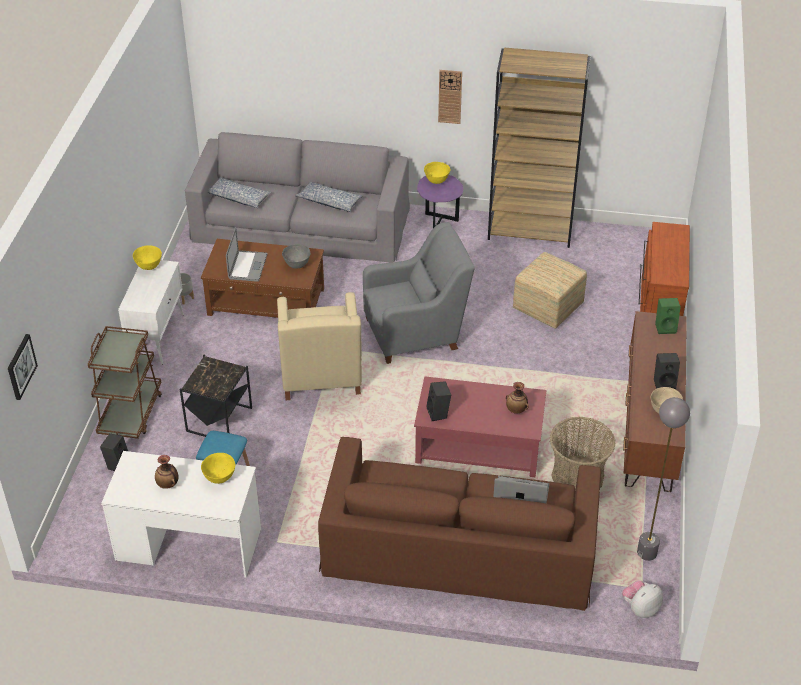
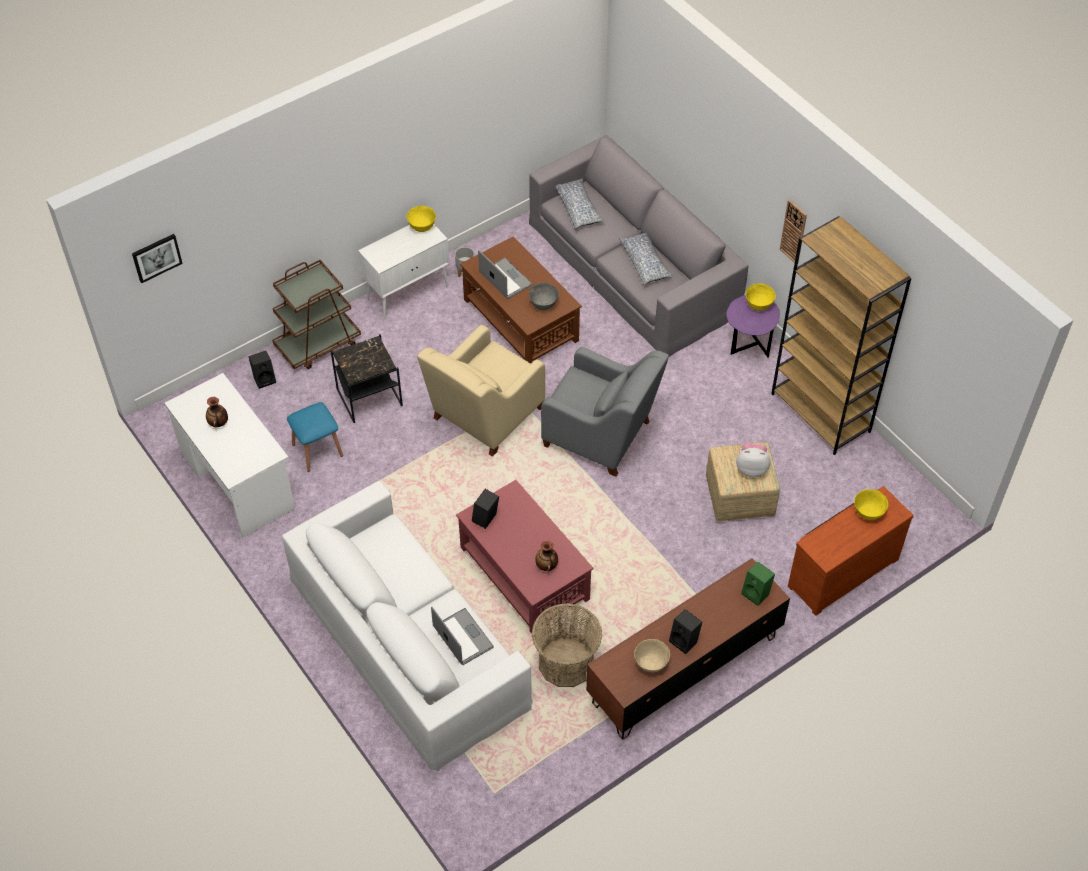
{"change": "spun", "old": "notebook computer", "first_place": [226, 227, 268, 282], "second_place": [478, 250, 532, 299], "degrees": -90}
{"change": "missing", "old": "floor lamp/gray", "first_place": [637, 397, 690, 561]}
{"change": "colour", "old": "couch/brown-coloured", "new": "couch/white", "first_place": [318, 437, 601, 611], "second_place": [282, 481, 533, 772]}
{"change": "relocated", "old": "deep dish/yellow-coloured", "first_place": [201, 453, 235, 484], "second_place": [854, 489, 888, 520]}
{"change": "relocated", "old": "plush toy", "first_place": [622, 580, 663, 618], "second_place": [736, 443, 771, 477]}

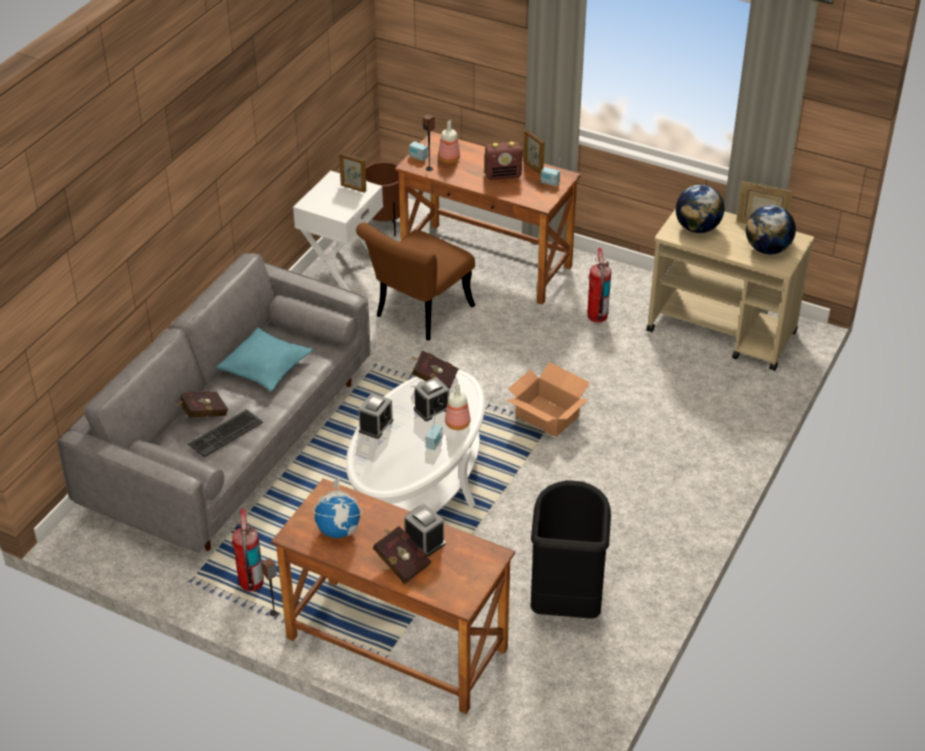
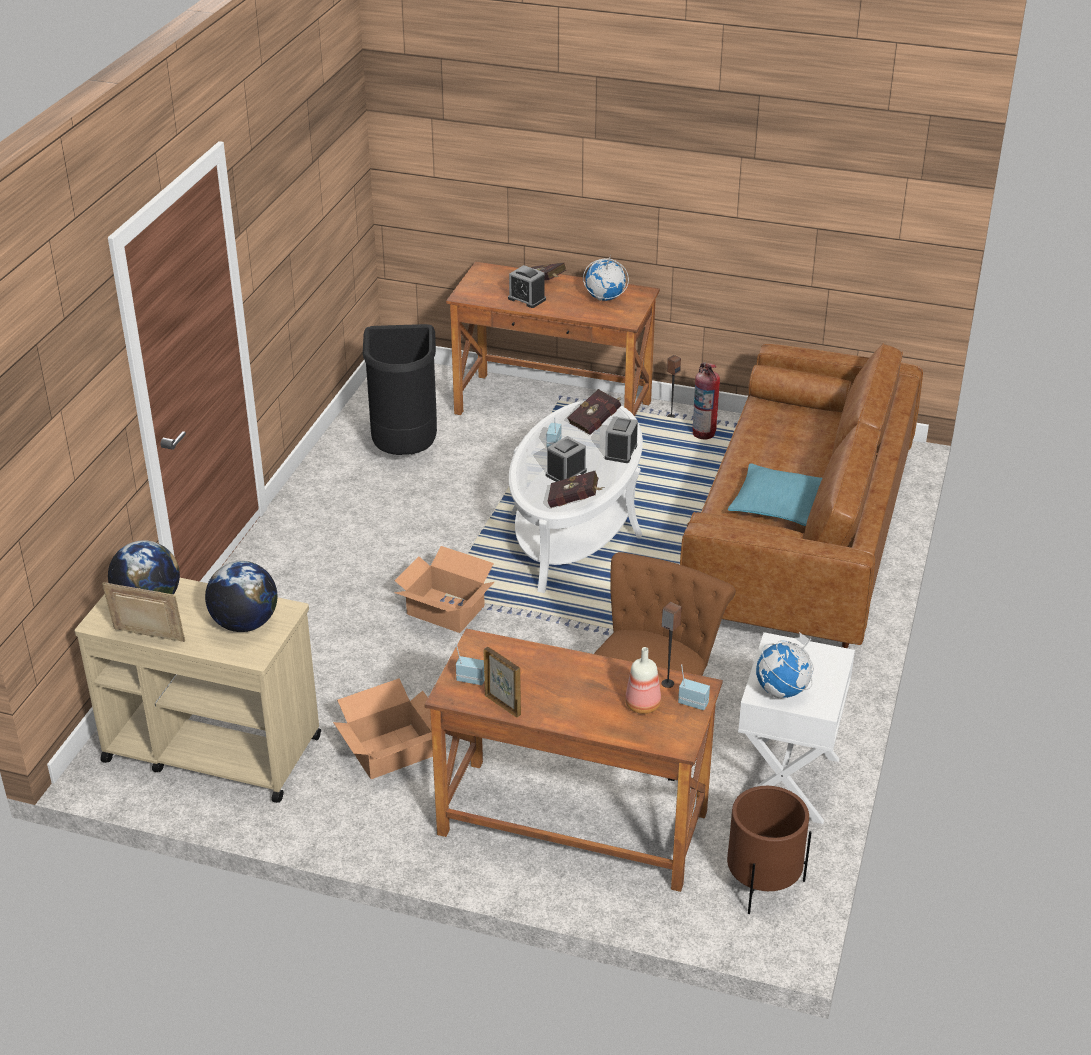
{"change": "missing", "old": "radio receiver", "first_place": [485, 141, 522, 180]}
{"change": "exchanged", "old": "standing frame", "new": "world globe", "first_place": [339, 152, 366, 193], "second_place": [756, 632, 814, 698]}
{"change": "exchanged", "old": "extinguisher", "new": "carton", "first_place": [587, 248, 611, 322], "second_place": [333, 678, 433, 779]}
{"change": "colour", "old": "couch/gray", "new": "couch/brown-coloured", "first_place": [57, 253, 370, 553], "second_place": [680, 343, 923, 648]}
{"change": "missing", "old": "bottle", "first_place": [445, 384, 470, 430]}
{"change": "relocated", "old": "book/reddish", "first_place": [176, 391, 229, 417], "second_place": [567, 389, 621, 435]}
{"change": "missing", "old": "computer keyboard", "first_place": [188, 409, 263, 457]}

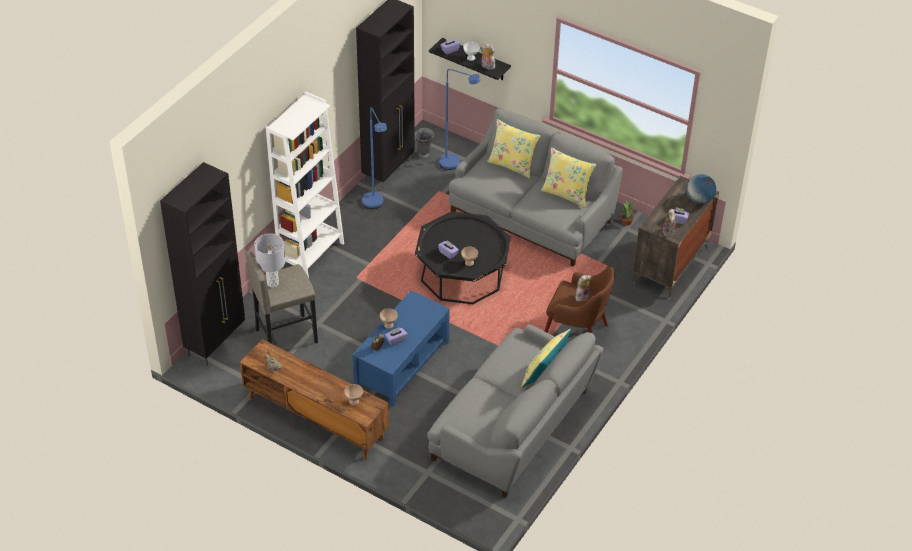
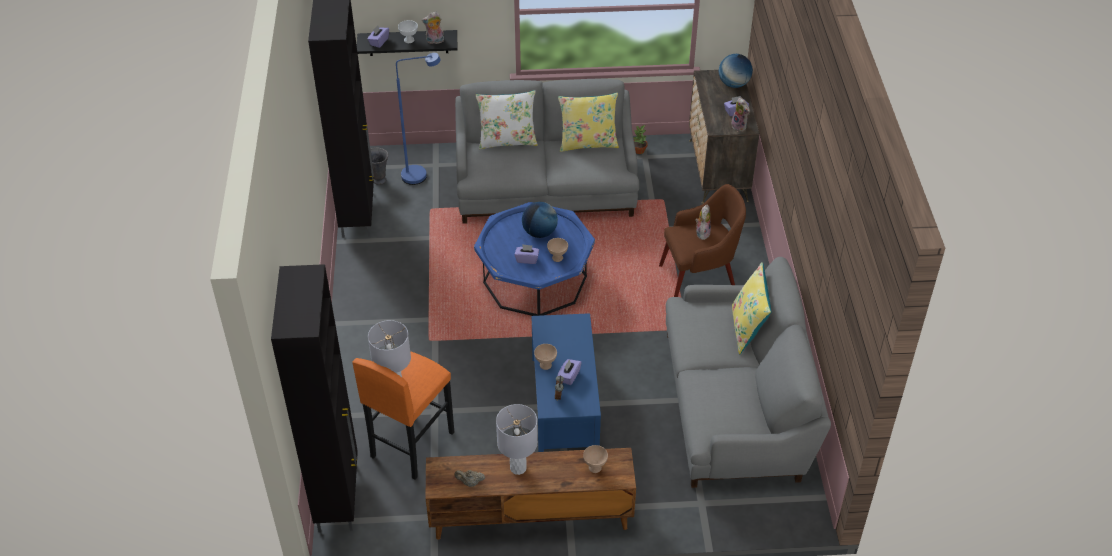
{"change": "missing", "old": "bookcase/white", "first_place": [266, 92, 344, 278]}
{"change": "missing", "old": "floor lamp/blue-coloured", "first_place": [362, 107, 387, 209]}
{"change": "colour", "old": "pillow/yellow-coloured", "new": "pillow/white", "first_place": [487, 119, 541, 179], "second_place": [475, 90, 538, 149]}
{"change": "colour", "old": "low table/black", "new": "low table/blue-coloured", "first_place": [415, 212, 510, 304], "second_place": [474, 202, 595, 316]}
{"change": "colour", "old": "stool/gray", "new": "stool/orange", "first_place": [245, 250, 318, 344], "second_place": [352, 351, 454, 480]}
{"change": "appeared", "new": "world globe", "second_place": [522, 202, 558, 238]}
{"change": "appeared", "new": "lamp for a table/gray", "second_place": [496, 404, 538, 475]}

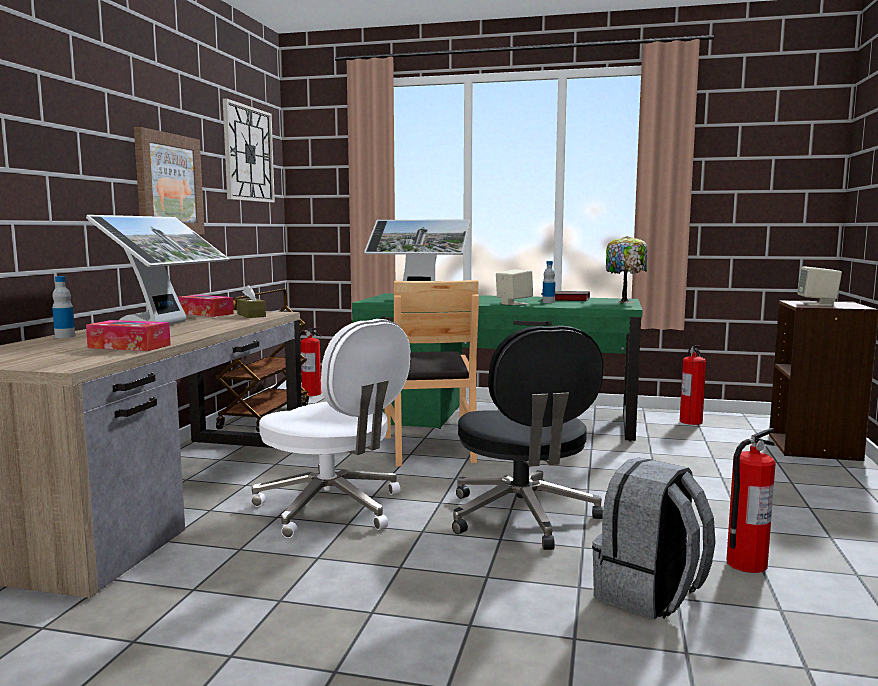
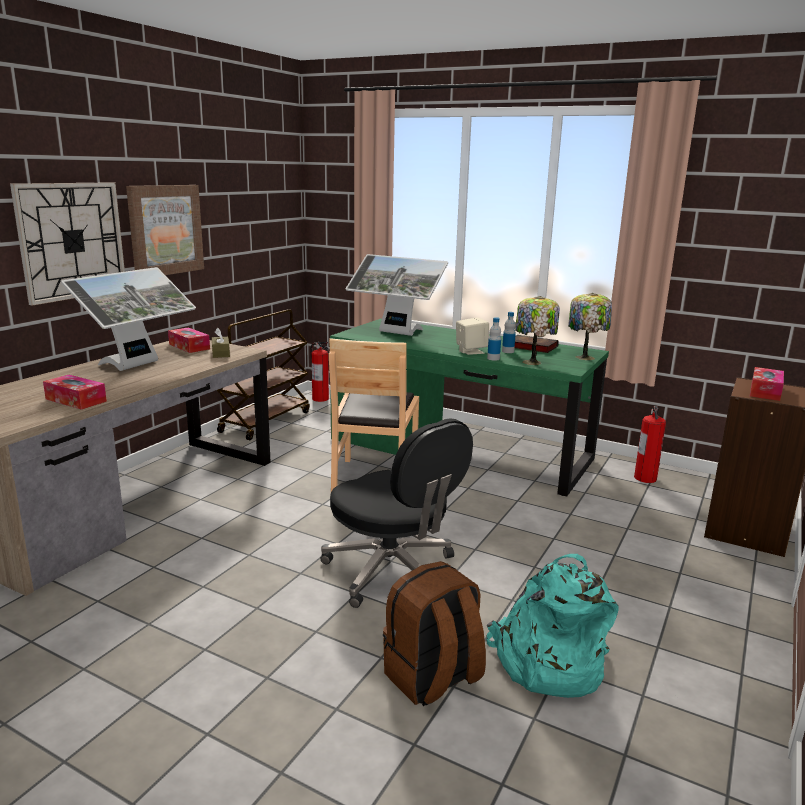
{"change": "relocated", "old": "clock on the wall", "first_place": [223, 98, 275, 203], "second_place": [10, 182, 125, 306]}
{"change": "exchanged", "old": "speaker/sand-coloured", "new": "tissue box", "first_place": [797, 266, 842, 306], "second_place": [750, 367, 784, 401]}
{"change": "relocated", "old": "bottle", "first_place": [52, 276, 75, 338], "second_place": [487, 317, 501, 361]}
{"change": "missing", "old": "desk chair/white", "first_place": [251, 319, 410, 538]}
{"change": "spun", "old": "desk chair/black", "first_place": [452, 325, 603, 550], "second_place": [321, 418, 473, 608], "degrees": -45}
{"change": "exchanged", "old": "extinguisher", "new": "backpack/blue-green", "first_place": [727, 428, 776, 573], "second_place": [486, 554, 619, 698]}
{"change": "colour", "old": "backpack/gray", "new": "backpack/brown-coloured", "first_place": [592, 458, 716, 620], "second_place": [383, 561, 486, 706]}
{"change": "appeared", "new": "lamp for a table", "second_place": [515, 296, 560, 365]}

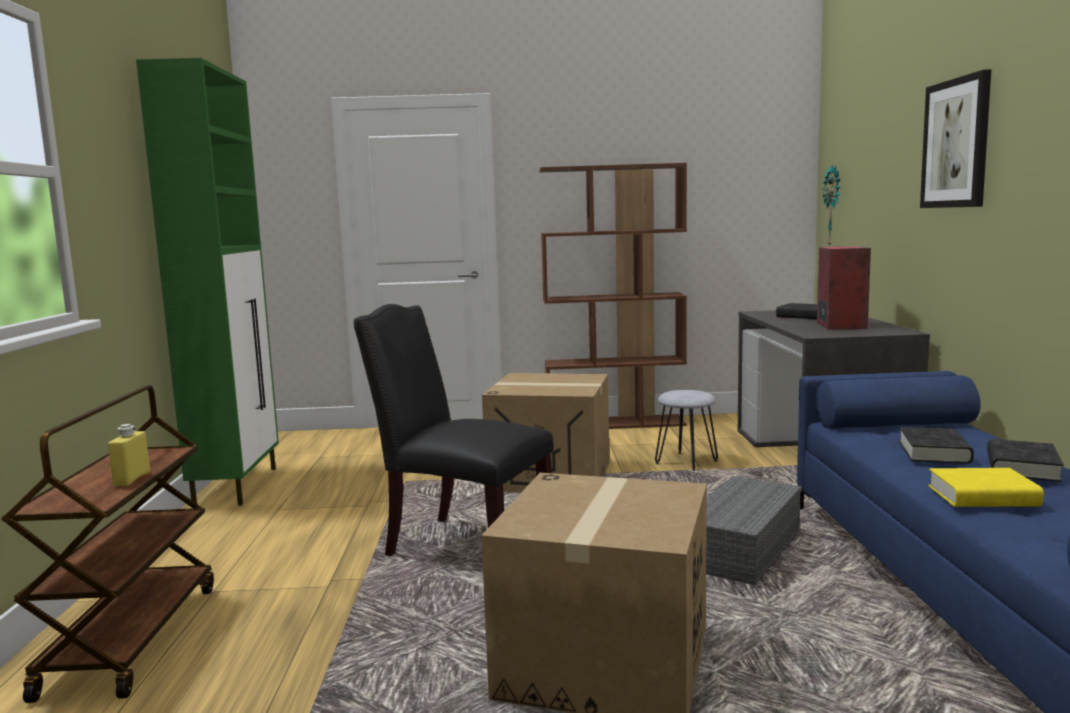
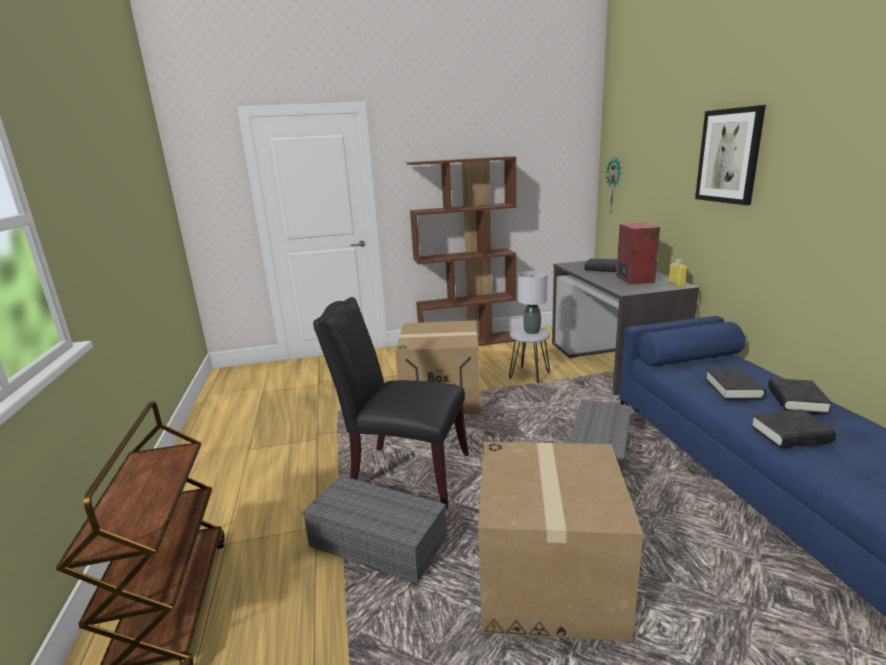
{"change": "missing", "old": "cabinet/green", "first_place": [136, 58, 279, 506]}
{"change": "relocated", "old": "bottle/yellow-coloured", "first_place": [108, 424, 150, 486], "second_place": [668, 259, 687, 287]}
{"change": "colour", "old": "book/yellow-coloured", "new": "book/black", "first_place": [928, 468, 1044, 507], "second_place": [751, 409, 836, 448]}
{"change": "appeared", "new": "lamp for a table/gray", "second_place": [518, 271, 548, 334]}
{"change": "appeared", "new": "storage bin/gray", "second_place": [302, 476, 447, 583]}

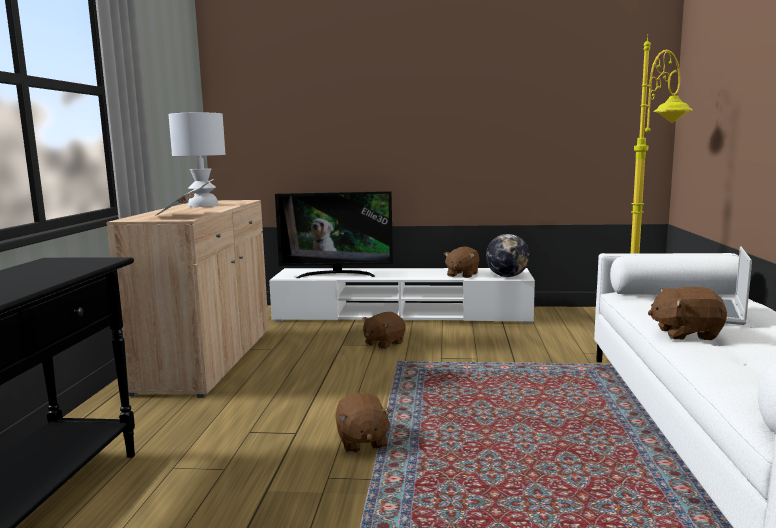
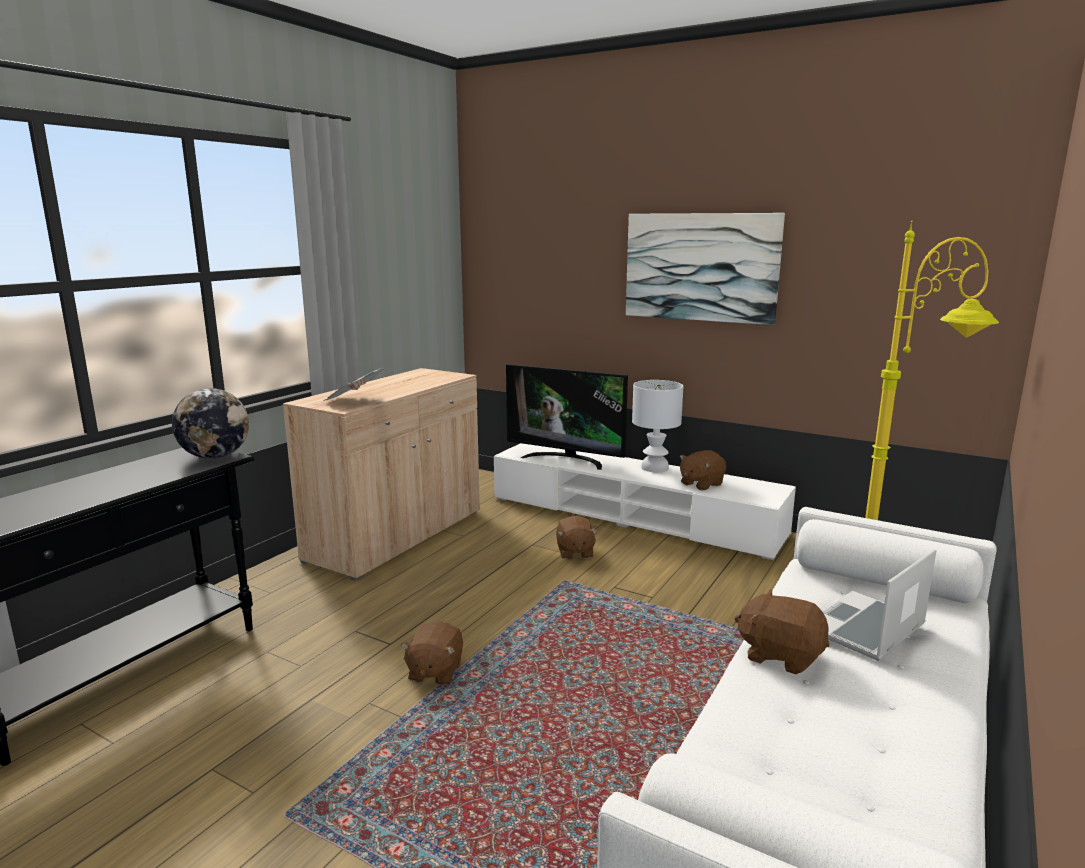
{"change": "relocated", "old": "lamp for a table/white", "first_place": [168, 113, 225, 207], "second_place": [632, 380, 683, 472]}
{"change": "relocated", "old": "world globe", "first_place": [486, 234, 530, 277], "second_place": [172, 388, 249, 459]}
{"change": "spun", "old": "plush toy/brown-coloured", "first_place": [362, 312, 406, 349], "second_place": [556, 516, 598, 560], "degrees": -75}
{"change": "appeared", "new": "wall art", "second_place": [626, 213, 785, 325]}

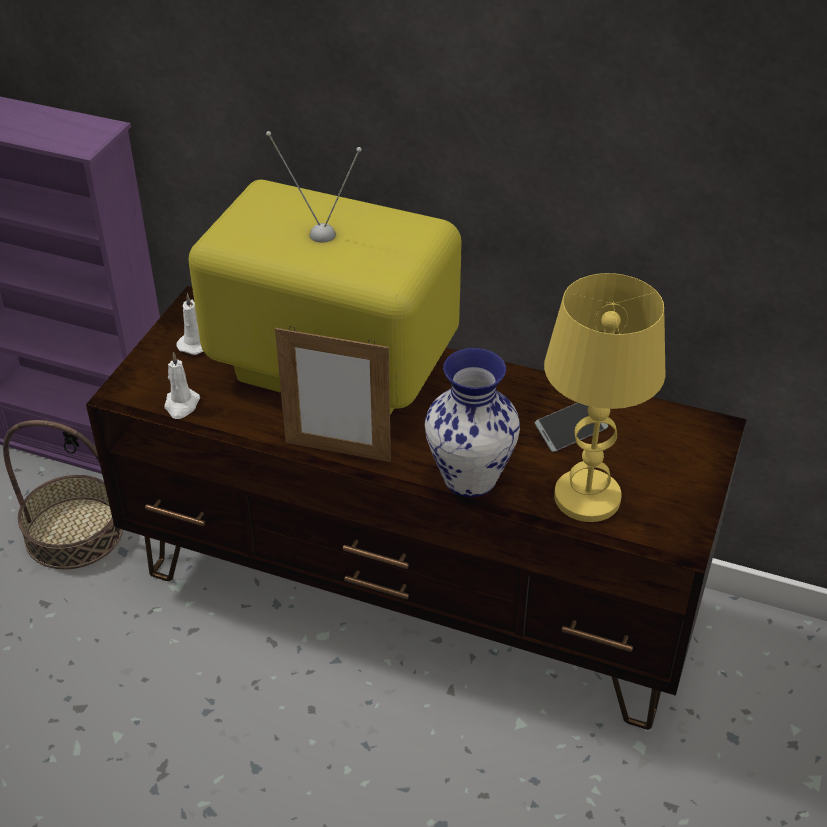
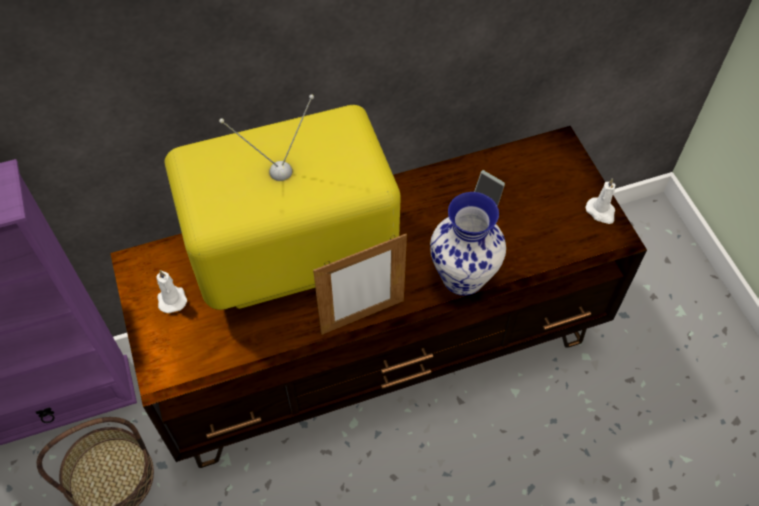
{"change": "missing", "old": "lamp for a table/yellow-coloured", "first_place": [544, 273, 666, 522]}
{"change": "relocated", "old": "wax candle/white", "first_place": [165, 352, 200, 419], "second_place": [586, 178, 616, 224]}

